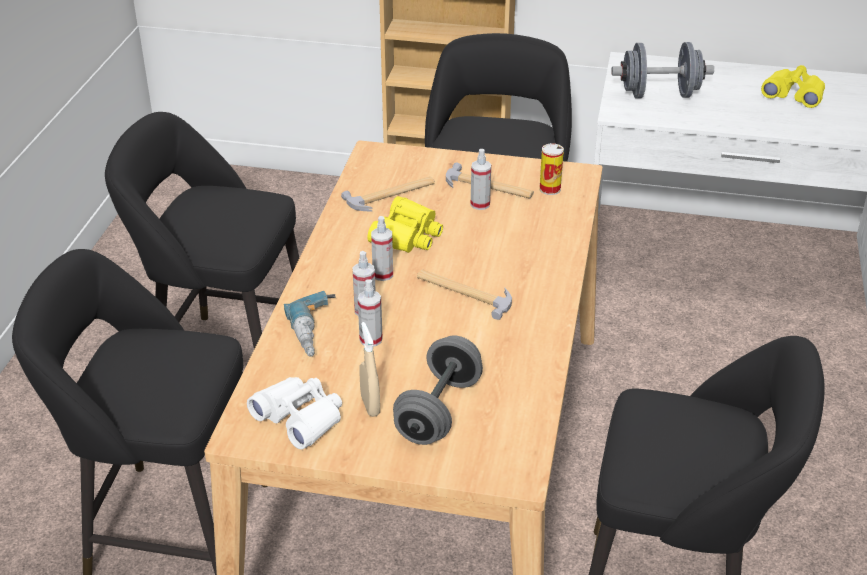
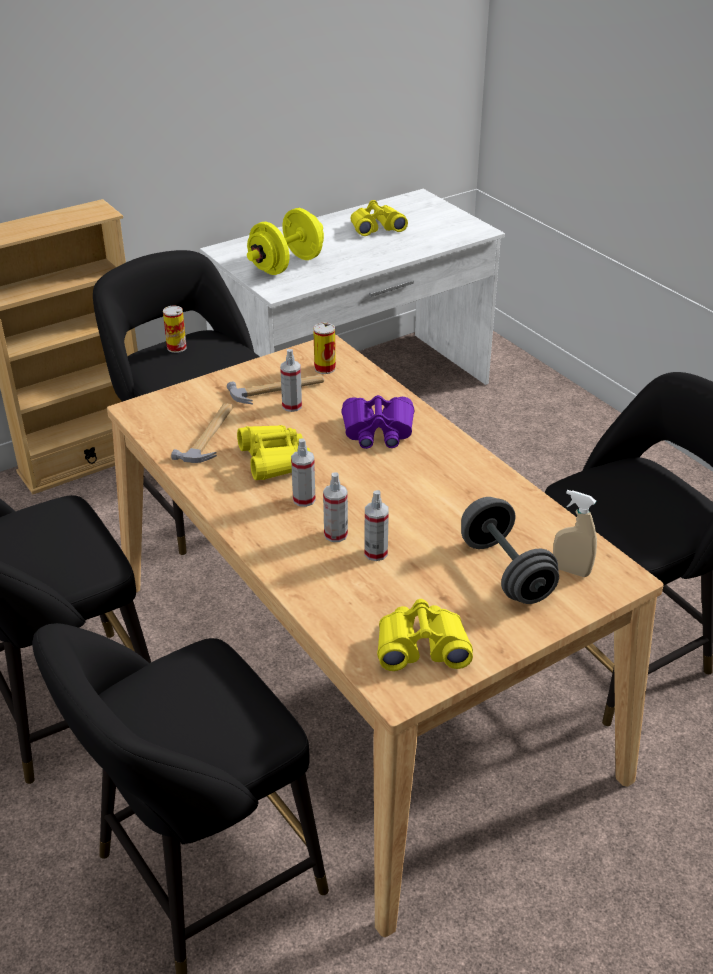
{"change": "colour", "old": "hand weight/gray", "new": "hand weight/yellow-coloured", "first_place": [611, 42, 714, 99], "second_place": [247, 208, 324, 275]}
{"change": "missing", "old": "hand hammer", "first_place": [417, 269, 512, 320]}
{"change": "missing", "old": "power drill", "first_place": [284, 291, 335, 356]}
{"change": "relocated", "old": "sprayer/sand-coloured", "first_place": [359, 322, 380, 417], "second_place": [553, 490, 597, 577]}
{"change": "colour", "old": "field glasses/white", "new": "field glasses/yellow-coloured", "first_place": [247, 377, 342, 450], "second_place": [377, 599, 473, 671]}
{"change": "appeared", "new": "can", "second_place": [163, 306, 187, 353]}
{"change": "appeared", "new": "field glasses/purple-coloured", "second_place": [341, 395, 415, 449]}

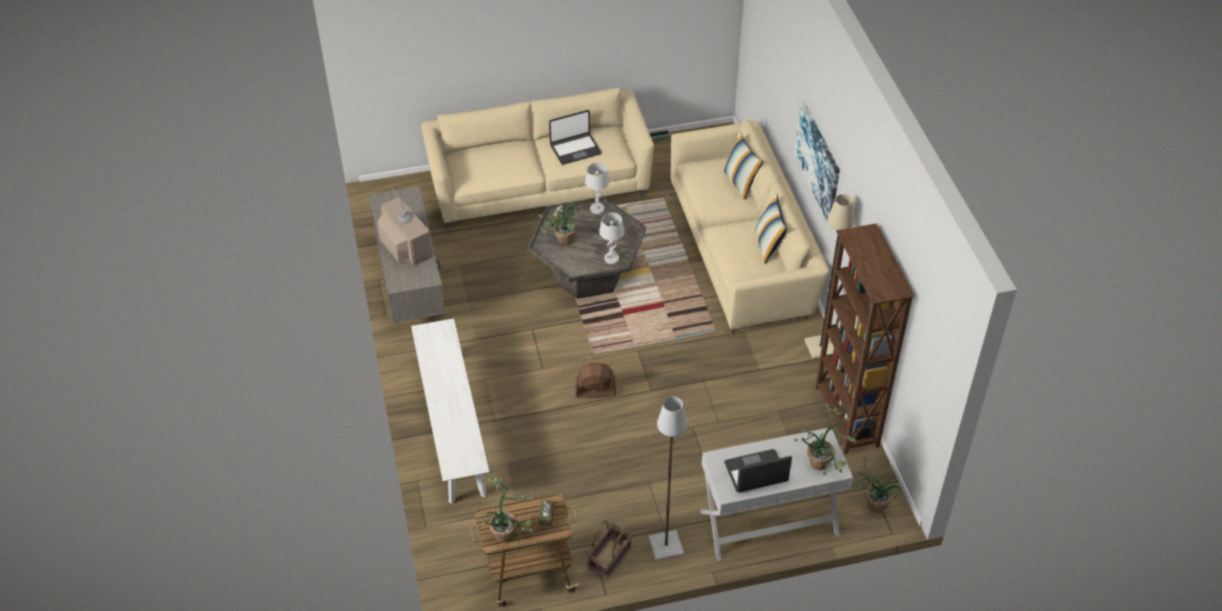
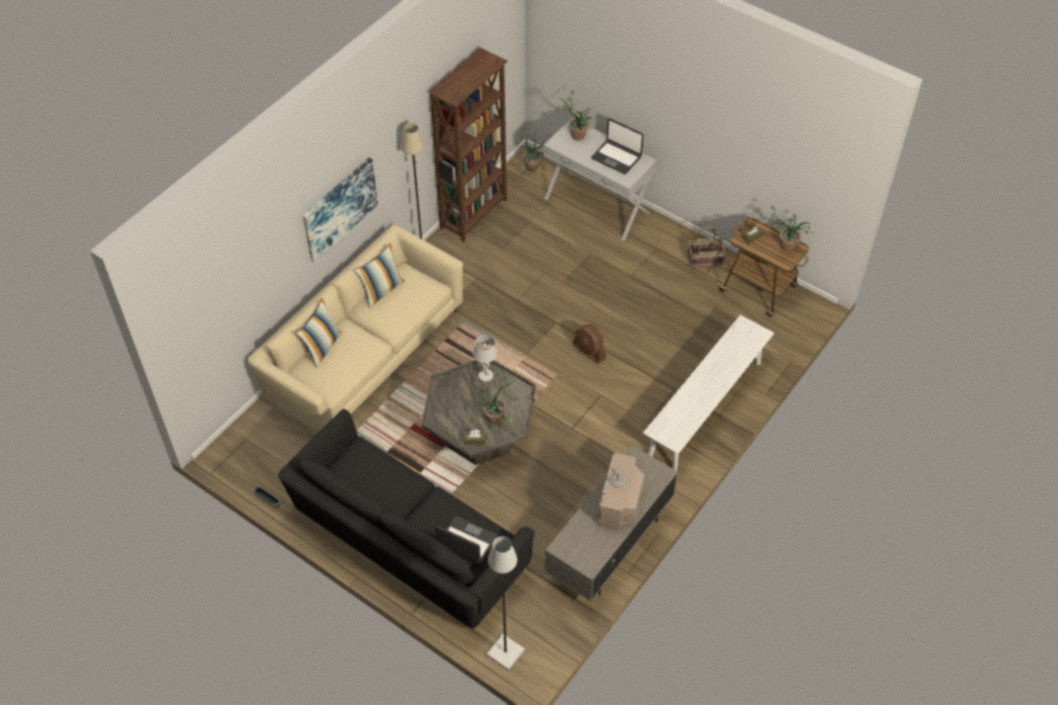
{"change": "colour", "old": "couch/sand-coloured", "new": "couch/black", "first_place": [422, 88, 654, 229], "second_place": [278, 409, 534, 628]}
{"change": "relocated", "old": "notebook computer", "first_place": [549, 110, 601, 165], "second_place": [435, 516, 497, 564]}
{"change": "missing", "old": "lamp for a table/white", "first_place": [585, 163, 609, 214]}
{"change": "relocated", "old": "floor lamp/gray", "first_place": [649, 397, 687, 561], "second_place": [486, 536, 525, 670]}

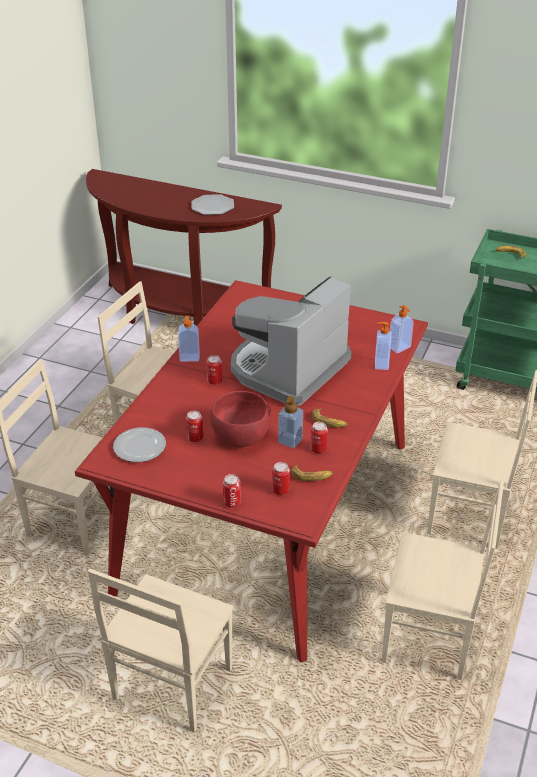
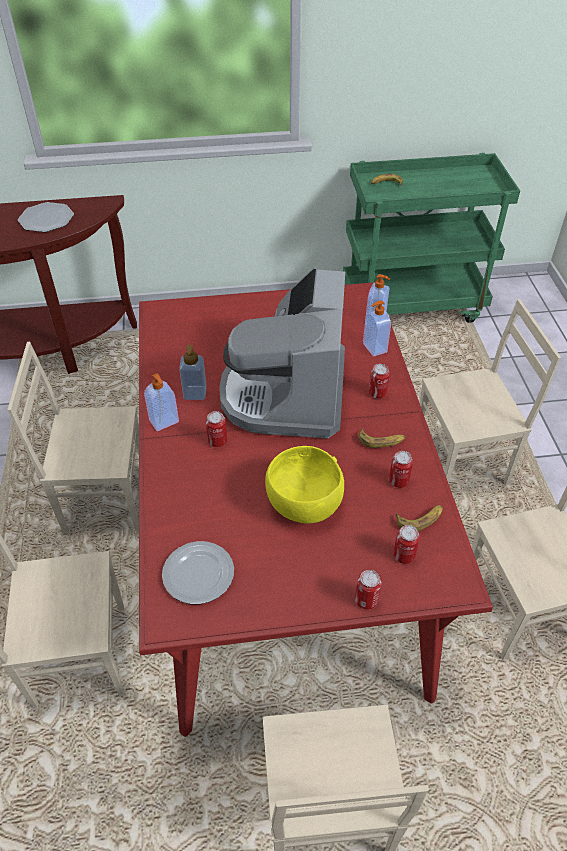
{"change": "colour", "old": "deep dish/reddish", "new": "deep dish/yellow-coloured", "first_place": [210, 391, 271, 447], "second_place": [265, 446, 344, 523]}
{"change": "relocated", "old": "liquid soap bottle", "first_place": [278, 396, 303, 448], "second_place": [179, 345, 207, 400]}
{"change": "relocated", "old": "can", "first_place": [186, 411, 203, 442], "second_place": [368, 364, 390, 399]}

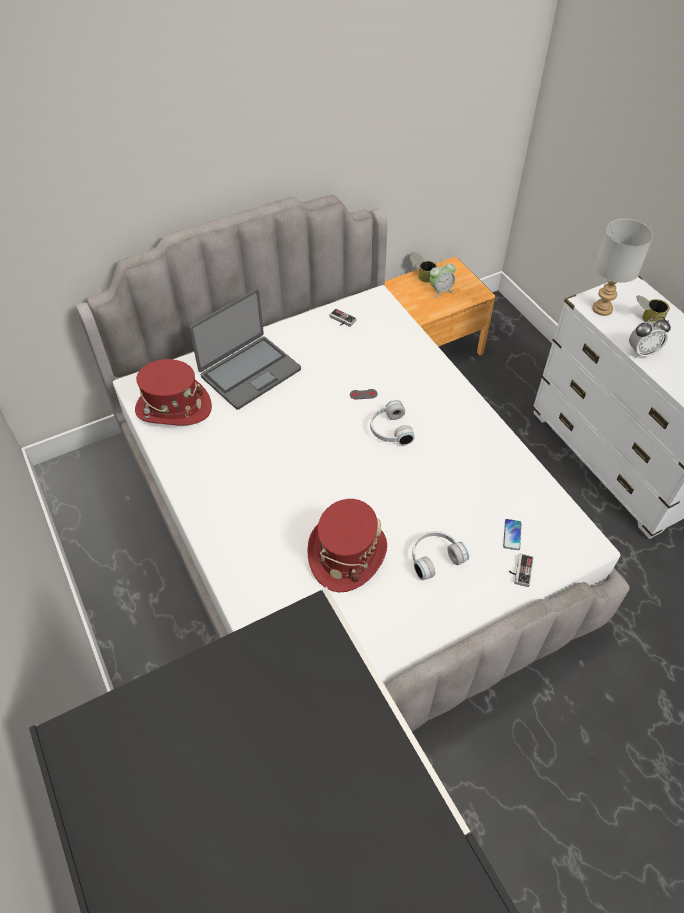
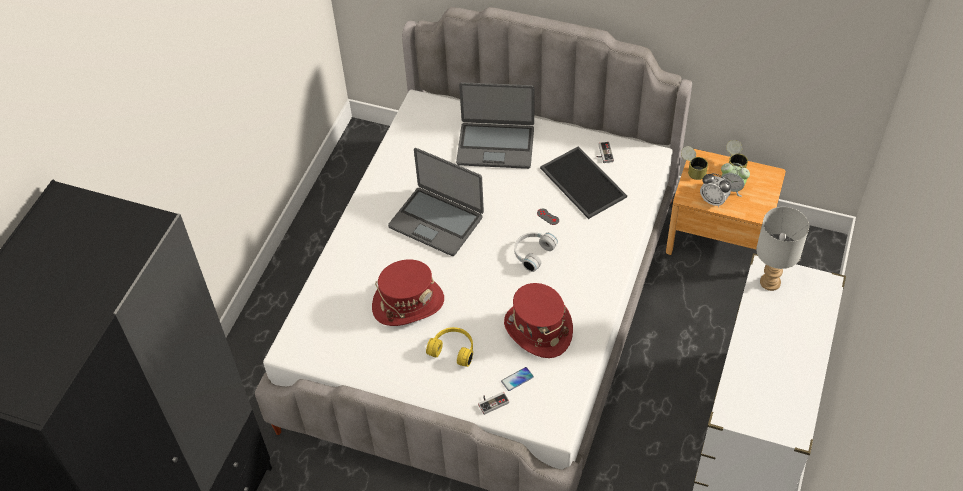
{"change": "relocated", "old": "can", "first_place": [636, 295, 670, 322], "second_place": [681, 146, 708, 180]}
{"change": "relocated", "old": "bedside clock", "first_place": [629, 317, 671, 358], "second_place": [700, 173, 731, 207]}
{"change": "relocated", "old": "hat/reddish", "first_place": [135, 359, 212, 425], "second_place": [504, 283, 573, 358]}
{"change": "colour", "old": "headset/white", "new": "headset/yellow-coloured", "first_place": [412, 531, 469, 580], "second_place": [426, 327, 473, 367]}
{"change": "appeared", "new": "carrying tray", "second_place": [540, 146, 627, 219]}
{"change": "appeared", "new": "notebook computer", "second_place": [388, 148, 484, 256]}

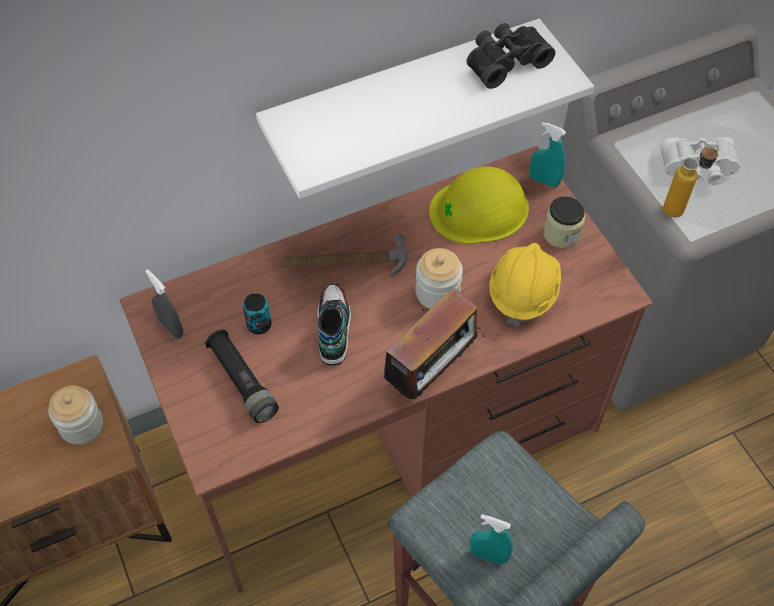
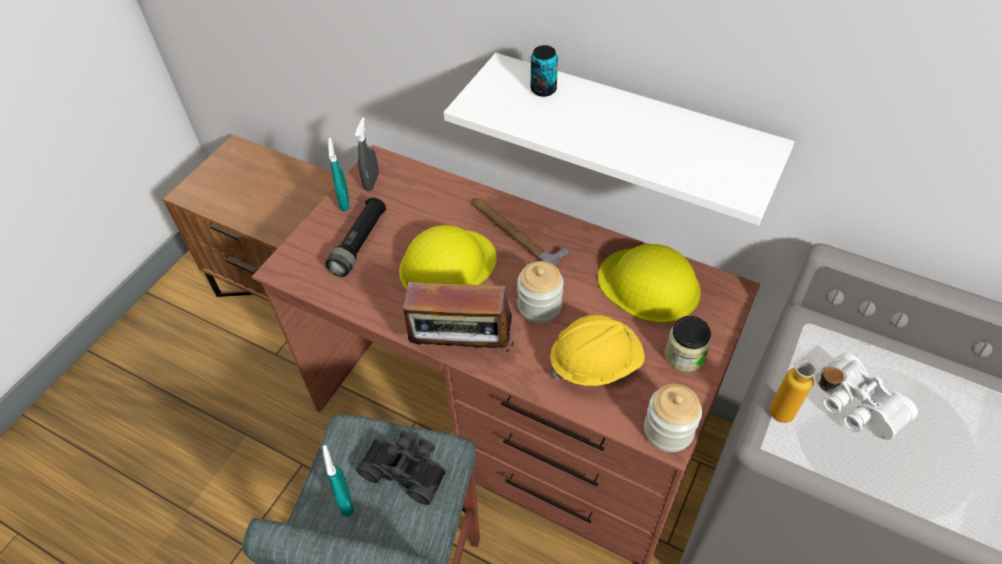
{"change": "relocated", "old": "field glasses/black", "first_place": [467, 23, 555, 89], "second_place": [356, 431, 446, 505]}
{"change": "relocated", "old": "sprayer/blue-green", "first_place": [530, 122, 566, 187], "second_place": [328, 138, 350, 211]}
{"change": "exchanged", "old": "item of footwear", "new": "work helmet/yellow-coloured", "first_place": [317, 283, 351, 366], "second_place": [399, 225, 497, 290]}
{"change": "relocated", "old": "can", "first_place": [243, 293, 271, 334], "second_place": [531, 45, 558, 97]}
{"change": "relocated", "old": "jar", "first_place": [48, 386, 103, 445], "second_place": [644, 384, 702, 452]}

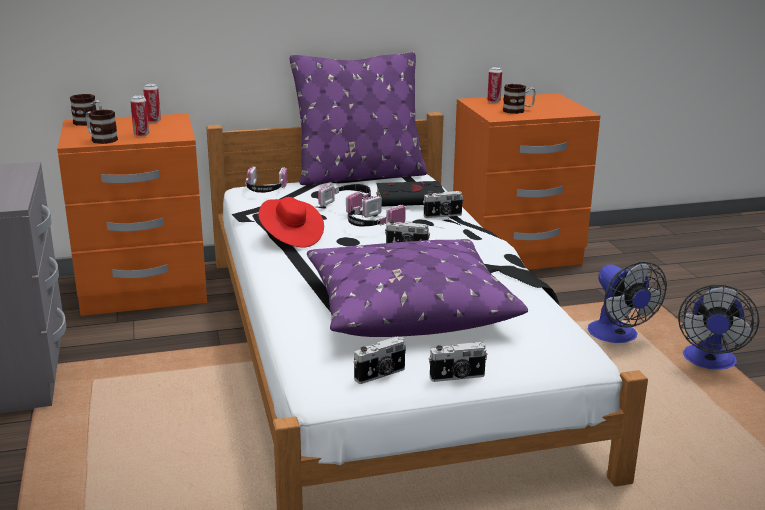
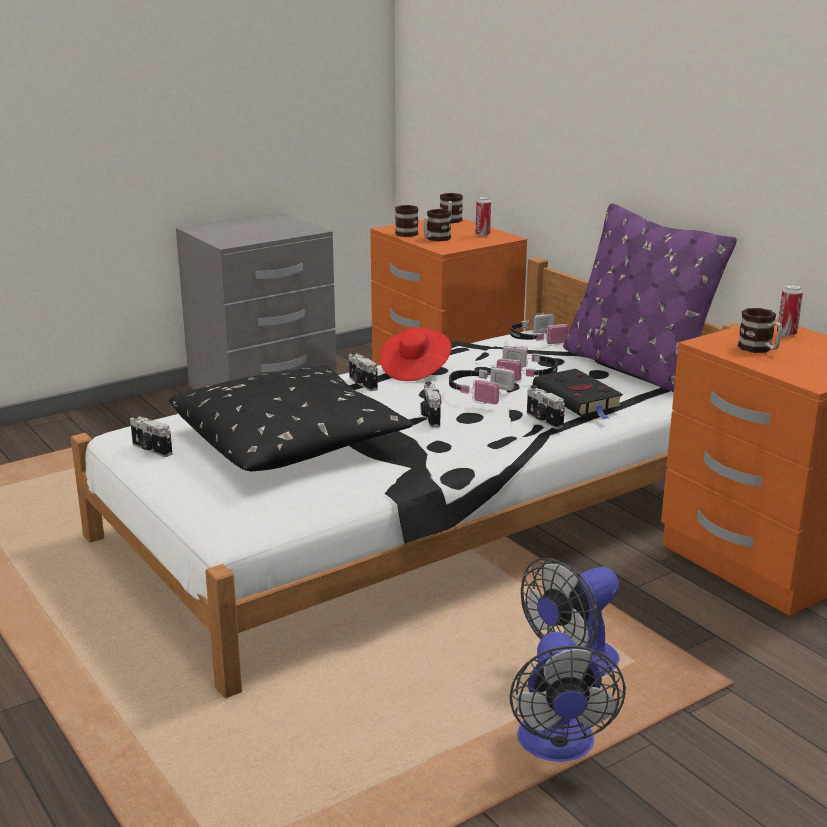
{"change": "exchanged", "old": "can", "new": "coffee mug", "first_place": [130, 95, 149, 137], "second_place": [423, 209, 451, 241]}
{"change": "colour", "old": "pillow/purple-coloured", "new": "pillow/black", "first_place": [307, 239, 528, 337], "second_place": [169, 365, 413, 471]}
{"change": "spun", "old": "fan", "first_place": [678, 285, 759, 370], "second_place": [509, 632, 626, 762], "degrees": -90}
{"change": "relocated", "old": "photo camera", "first_place": [429, 342, 488, 382], "second_place": [349, 351, 378, 391]}

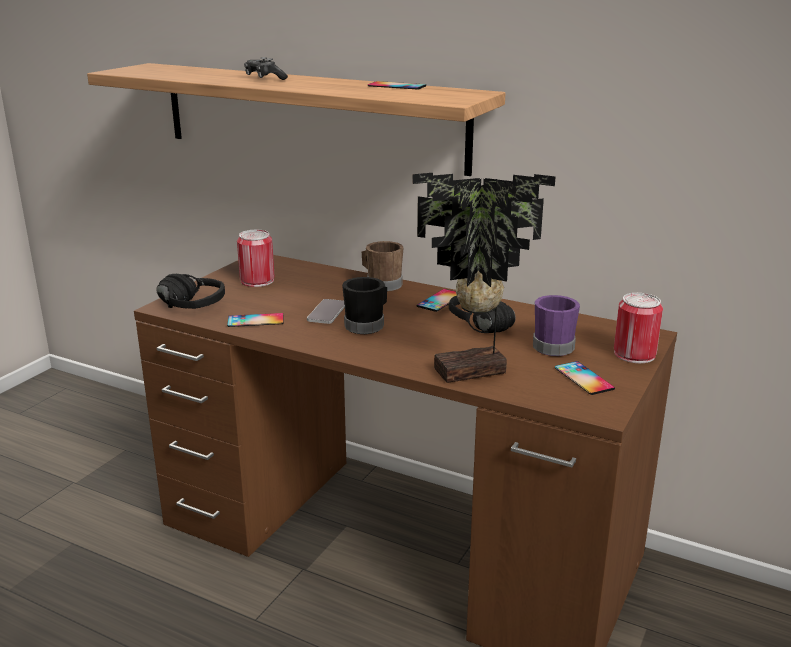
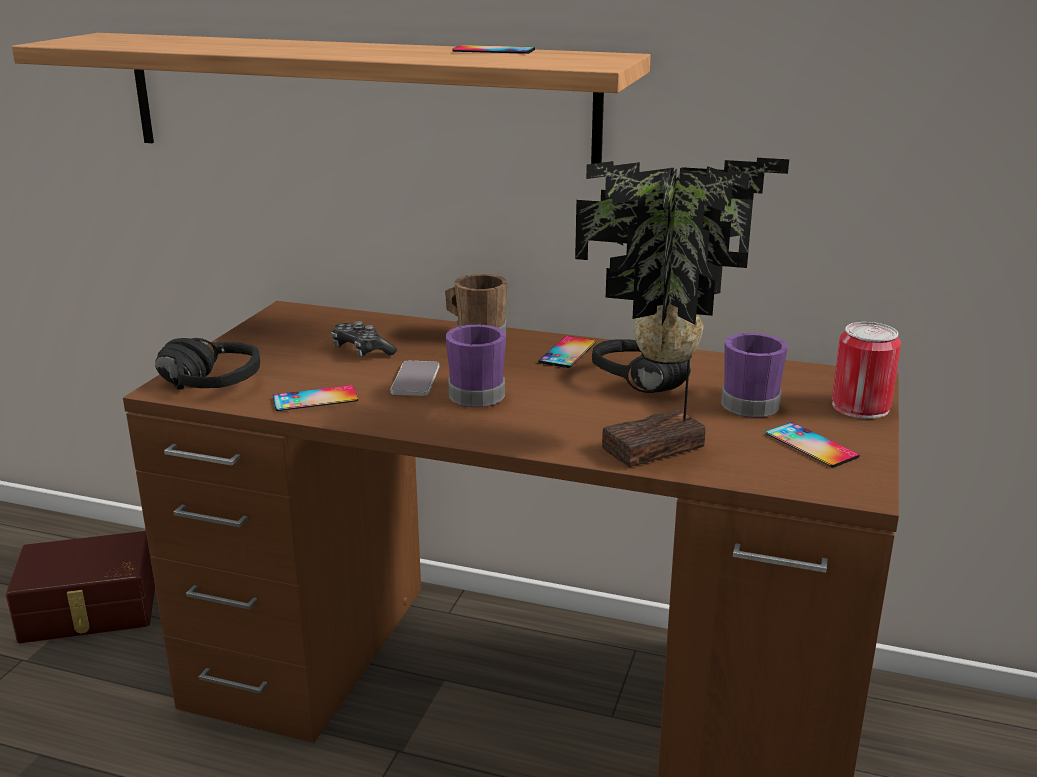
{"change": "relocated", "old": "joypad", "first_place": [244, 57, 288, 80], "second_place": [331, 321, 397, 357]}
{"change": "missing", "old": "can", "first_place": [237, 230, 275, 287]}
{"change": "colour", "old": "coffee mug/black", "new": "coffee mug/purple-coloured", "first_place": [342, 277, 387, 334], "second_place": [446, 325, 506, 407]}
{"change": "appeared", "new": "storage bin/brown-coloured", "second_place": [6, 531, 155, 643]}

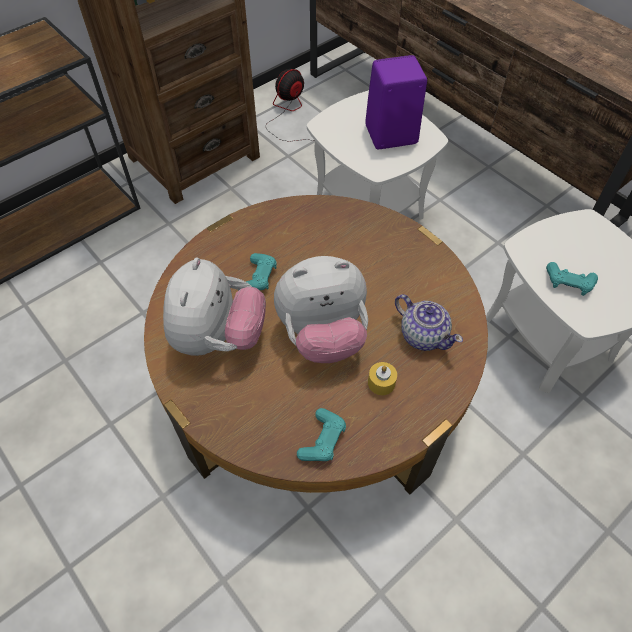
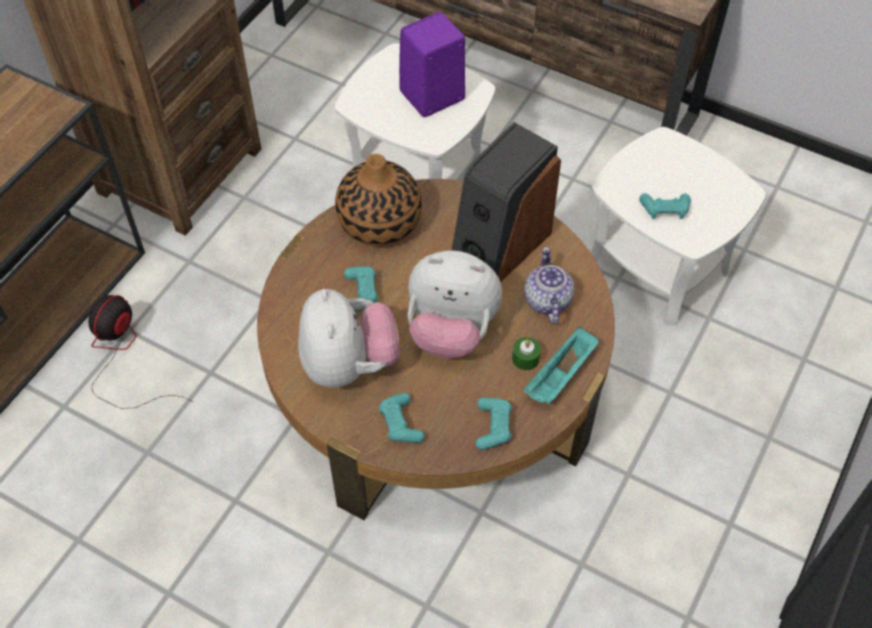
{"change": "relocated", "old": "fan", "first_place": [265, 69, 314, 142], "second_place": [88, 295, 193, 409]}
{"change": "spun", "old": "plush toy", "first_place": [274, 256, 368, 363], "second_place": [408, 251, 502, 358], "degrees": 45}
{"change": "spun", "old": "tea pot", "first_place": [395, 294, 463, 351], "second_place": [524, 247, 575, 324], "degrees": -120}
{"change": "colour", "old": "wax candle/yellow-coloured", "new": "wax candle/green", "first_place": [368, 362, 397, 395], "second_place": [512, 337, 541, 370]}
{"change": "appeared", "new": "speaker", "second_place": [451, 122, 561, 282]}
{"change": "appeared", "new": "flower vase", "second_place": [335, 154, 422, 246]}
{"change": "appeared", "new": "carrying tray/blue-green", "second_place": [523, 327, 599, 405]}
{"change": "appeared", "new": "joypad/blue-green", "second_place": [379, 393, 425, 443]}

